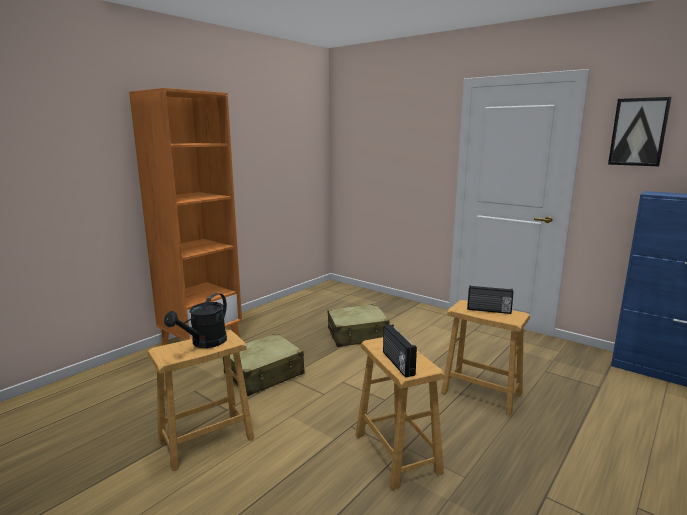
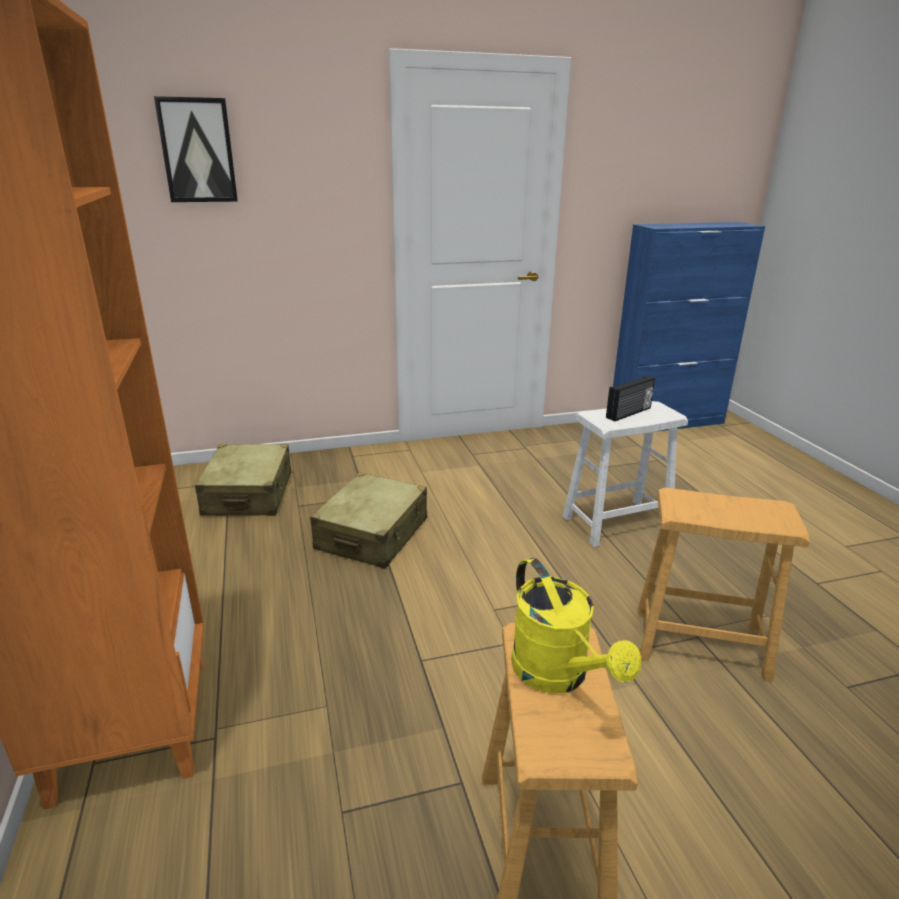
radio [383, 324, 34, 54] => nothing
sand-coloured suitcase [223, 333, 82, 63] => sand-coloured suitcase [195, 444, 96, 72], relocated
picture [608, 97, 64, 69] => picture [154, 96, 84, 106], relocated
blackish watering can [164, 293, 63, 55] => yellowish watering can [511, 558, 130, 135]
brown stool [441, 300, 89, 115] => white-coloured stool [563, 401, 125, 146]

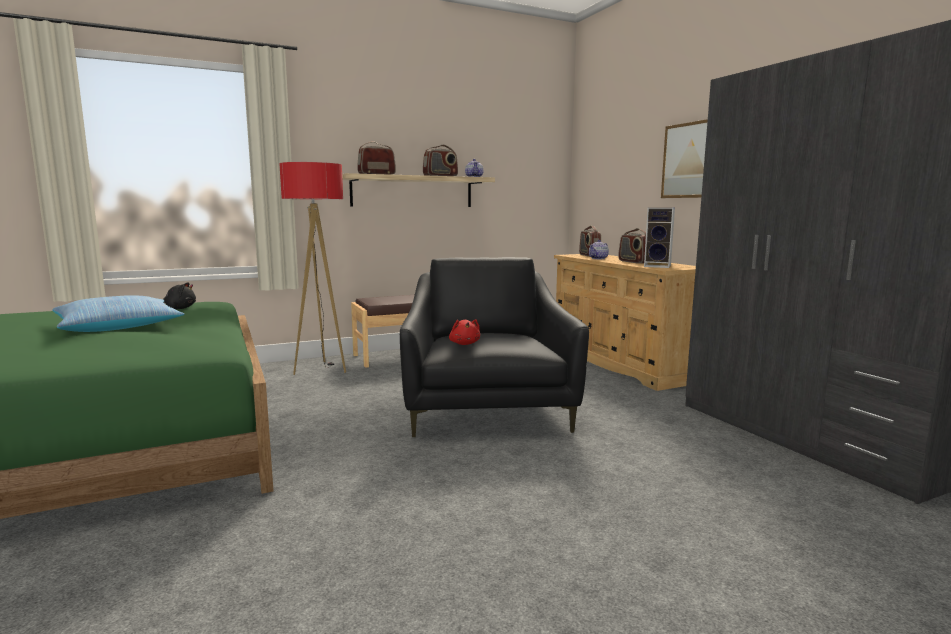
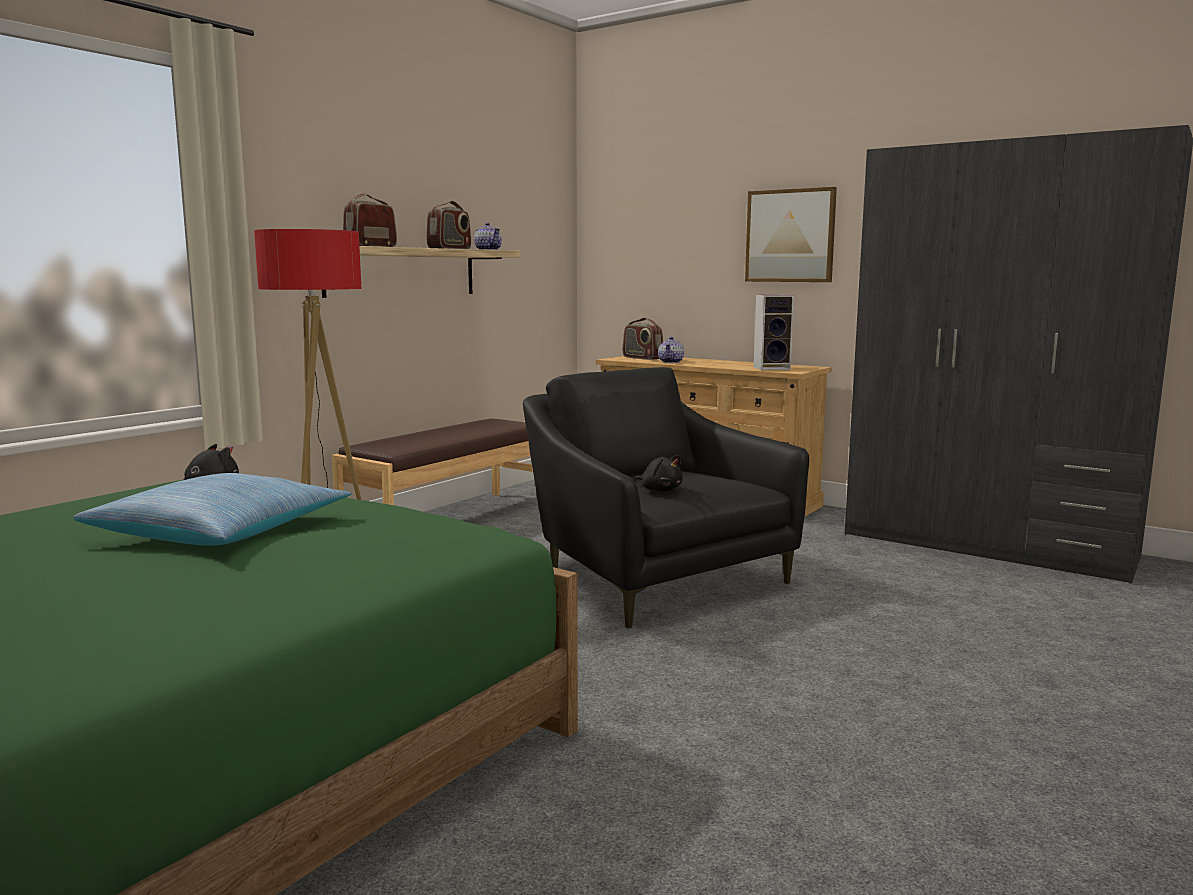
radio [618, 228, 28, 36] => nothing
red-coloured plush toy [449, 319, 31, 26] => blackish plush toy [634, 455, 49, 37]

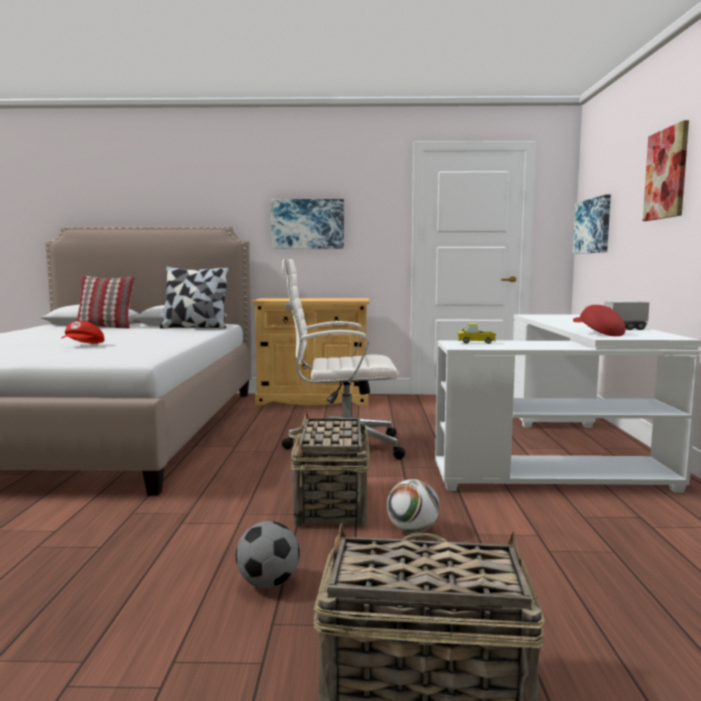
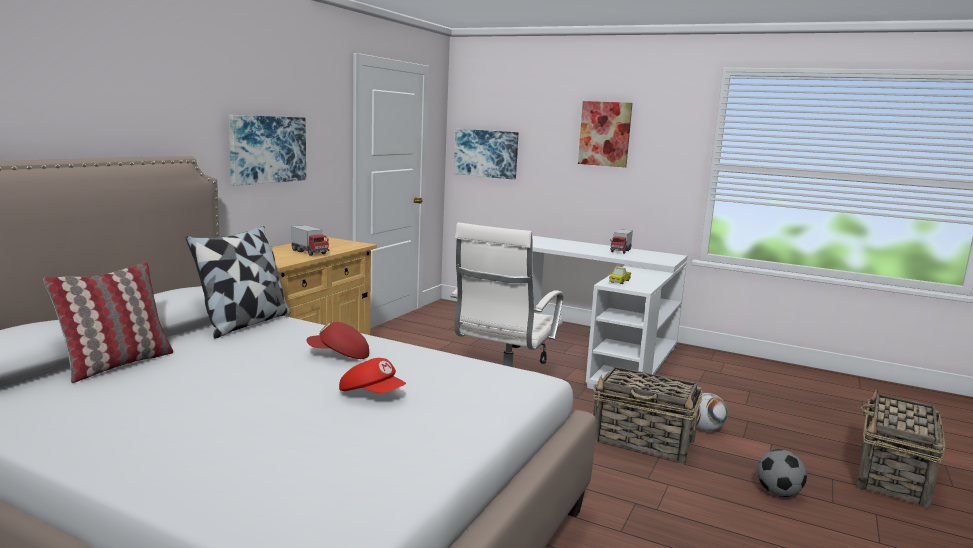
nothing => toy lorry [291, 225, 38, 31]
red-coloured baseball cap [573, 304, 52, 32] => red-coloured baseball cap [306, 322, 63, 37], relocated

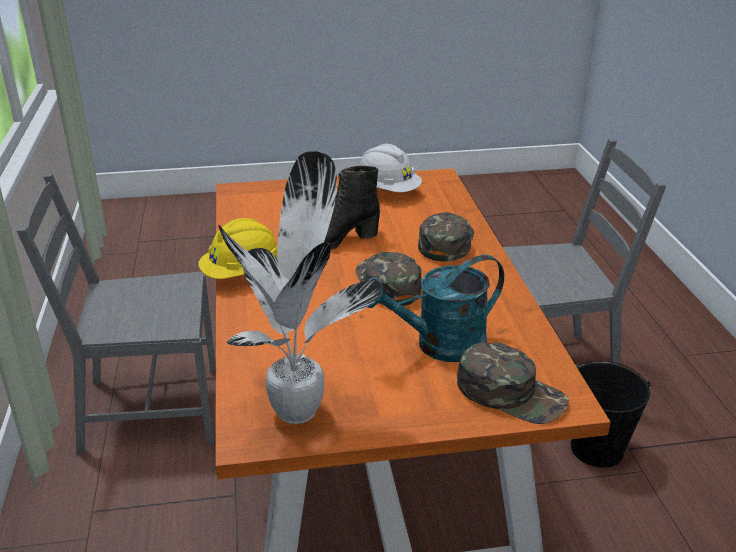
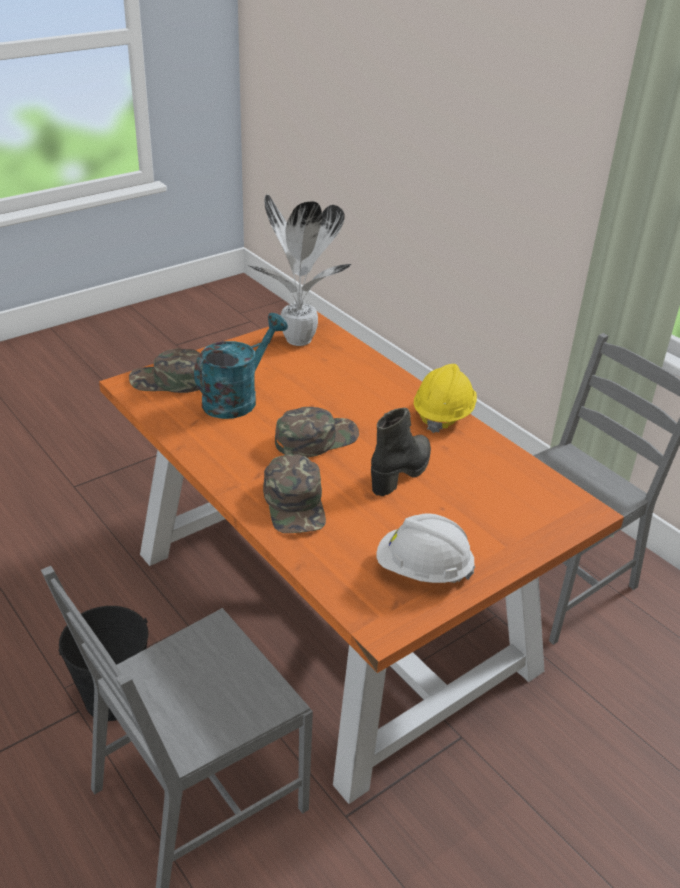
green-coloured baseball cap [355, 252, 67, 54] => green-coloured baseball cap [275, 407, 84, 51], 75 degrees counterclockwise

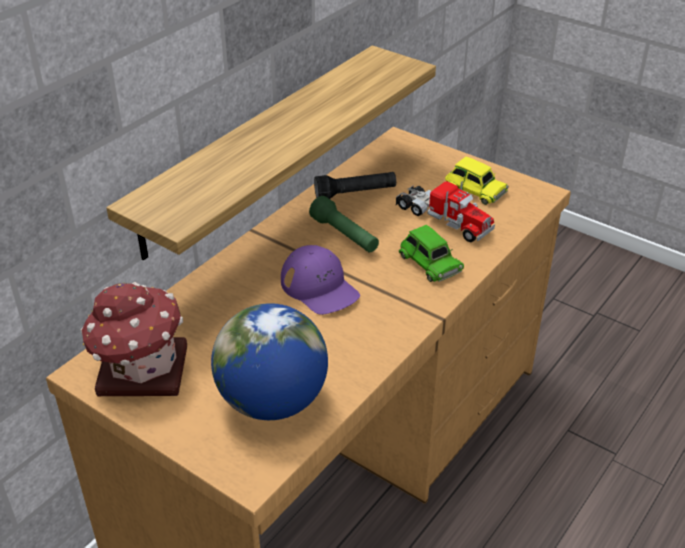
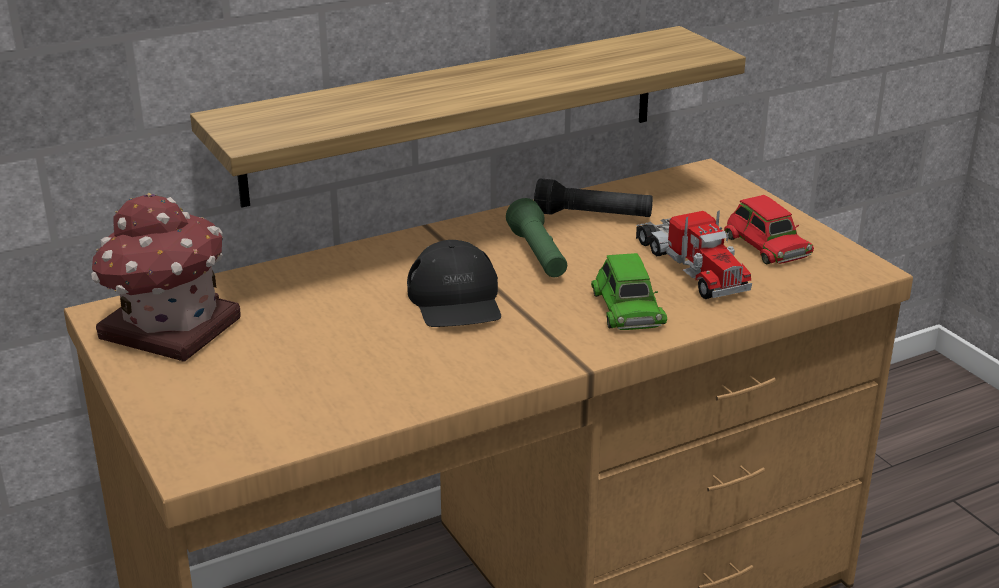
globe [211, 303, 117, 117] => nothing
purple-coloured baseball cap [281, 245, 79, 70] => blackish baseball cap [407, 240, 94, 87]
yellowish toy car [445, 157, 64, 48] => red-coloured toy car [724, 195, 90, 69]

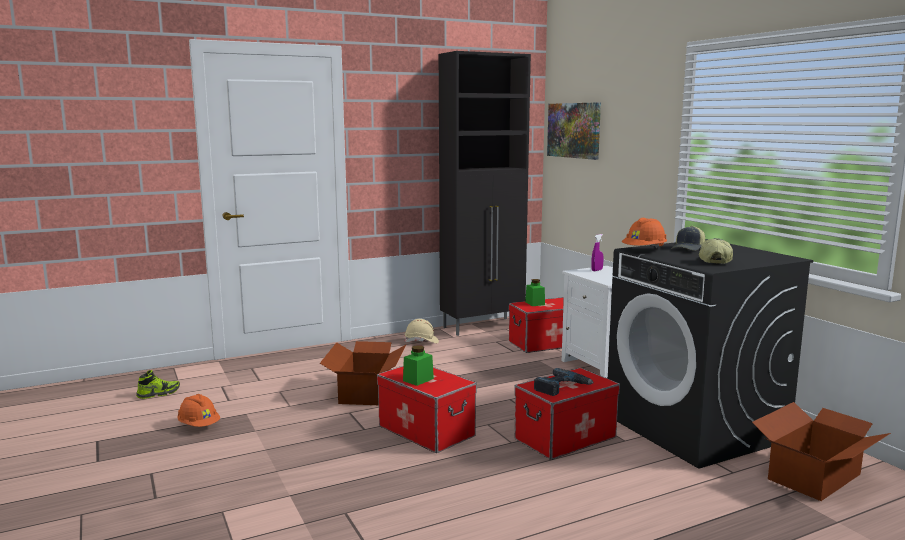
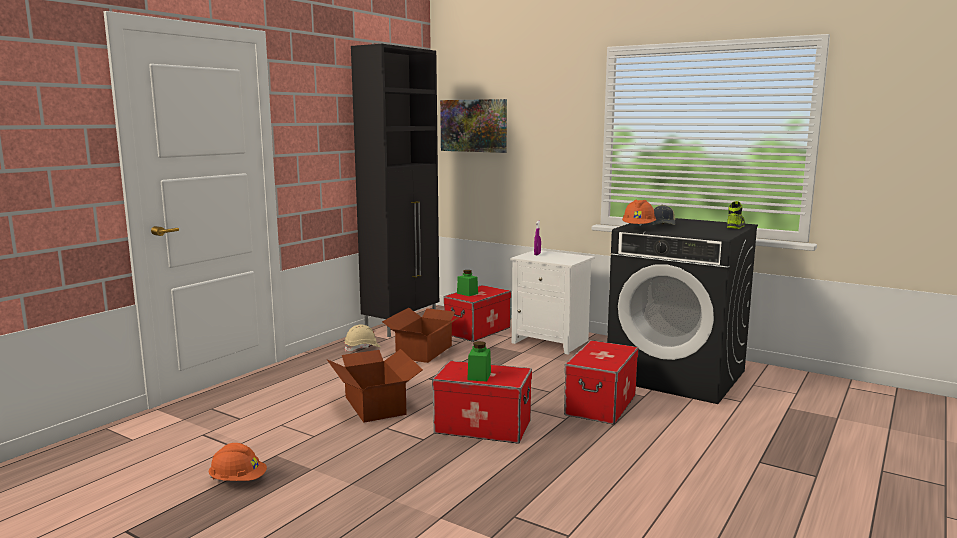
drill [534, 368, 60, 28] => nothing
baseball cap [699, 238, 34, 26] => nothing
low shoe [136, 370, 44, 29] => low shoe [727, 201, 18, 28], relocated
packing box [752, 402, 139, 99] => packing box [382, 308, 81, 55], relocated

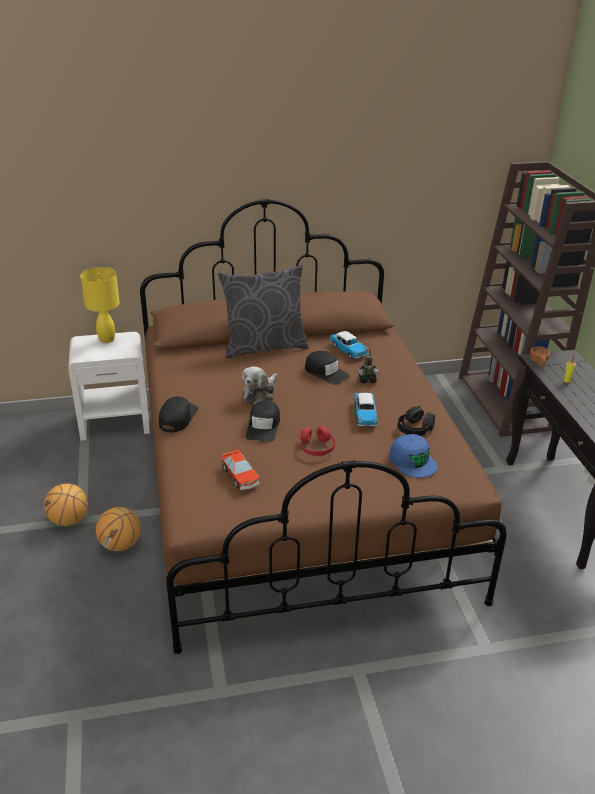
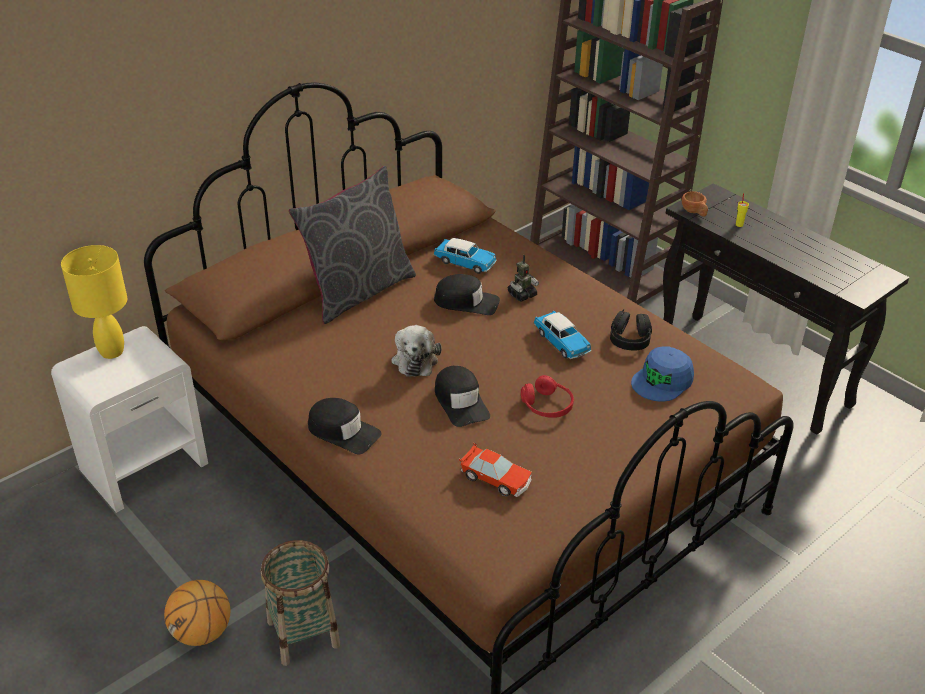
basketball ball [96, 507, 45, 44] => storage basket [261, 540, 79, 126]
blackish baseball cap [159, 396, 40, 36] => blackish baseball cap [308, 398, 74, 56], 135 degrees clockwise
blue-coloured baseball cap [389, 434, 49, 44] => blue-coloured baseball cap [631, 346, 63, 56], 105 degrees clockwise

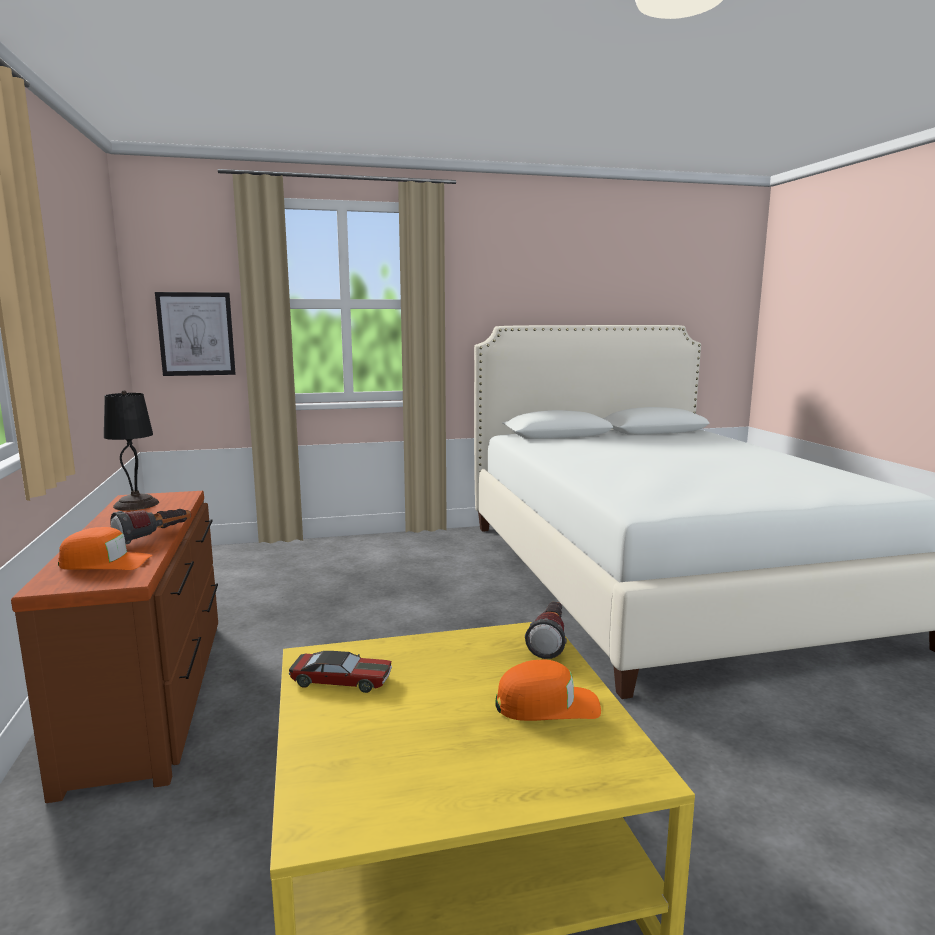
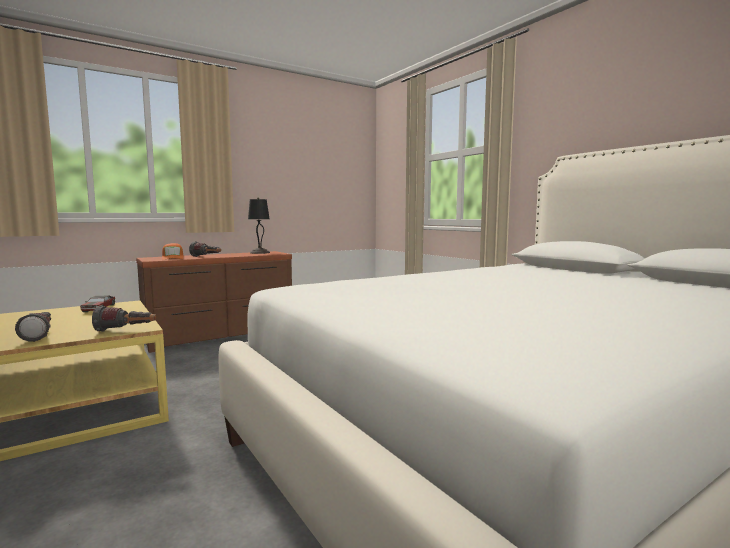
picture [155, 292, 81, 84] => nothing
orange baseball cap [495, 660, 106, 61] => flashlight [15, 312, 36, 30]

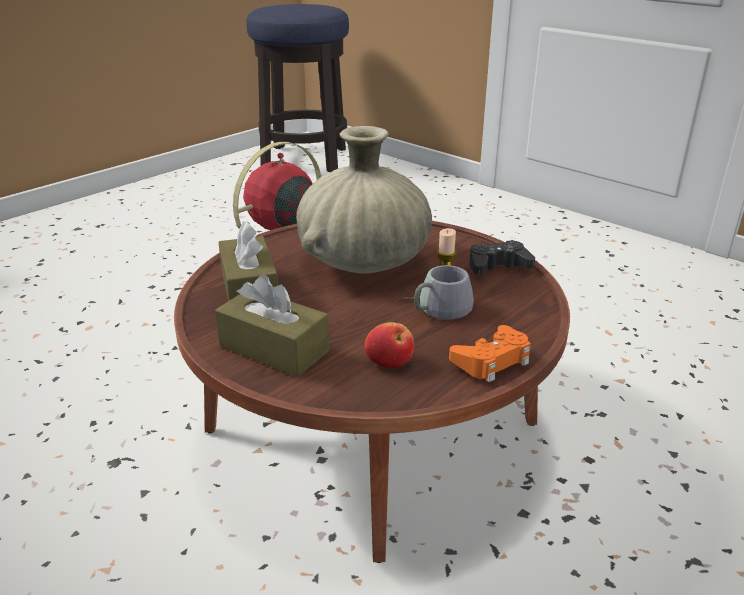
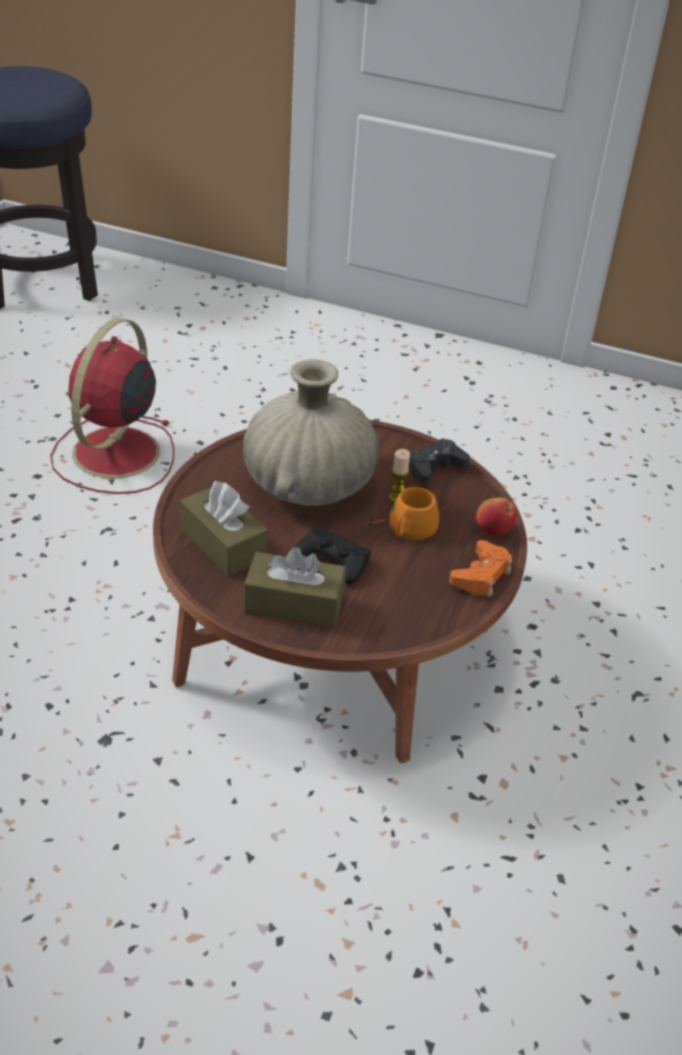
nothing => blackish game controller [295, 527, 76, 57]
apple fruit [365, 322, 49, 46] => apple fruit [476, 498, 40, 37], relocated
gray mug [405, 265, 69, 55] => orange mug [372, 487, 67, 53]

